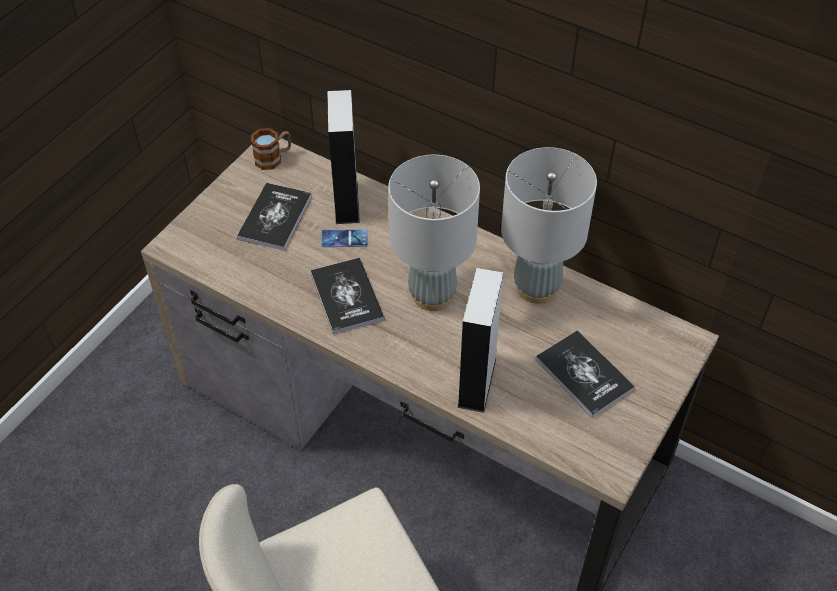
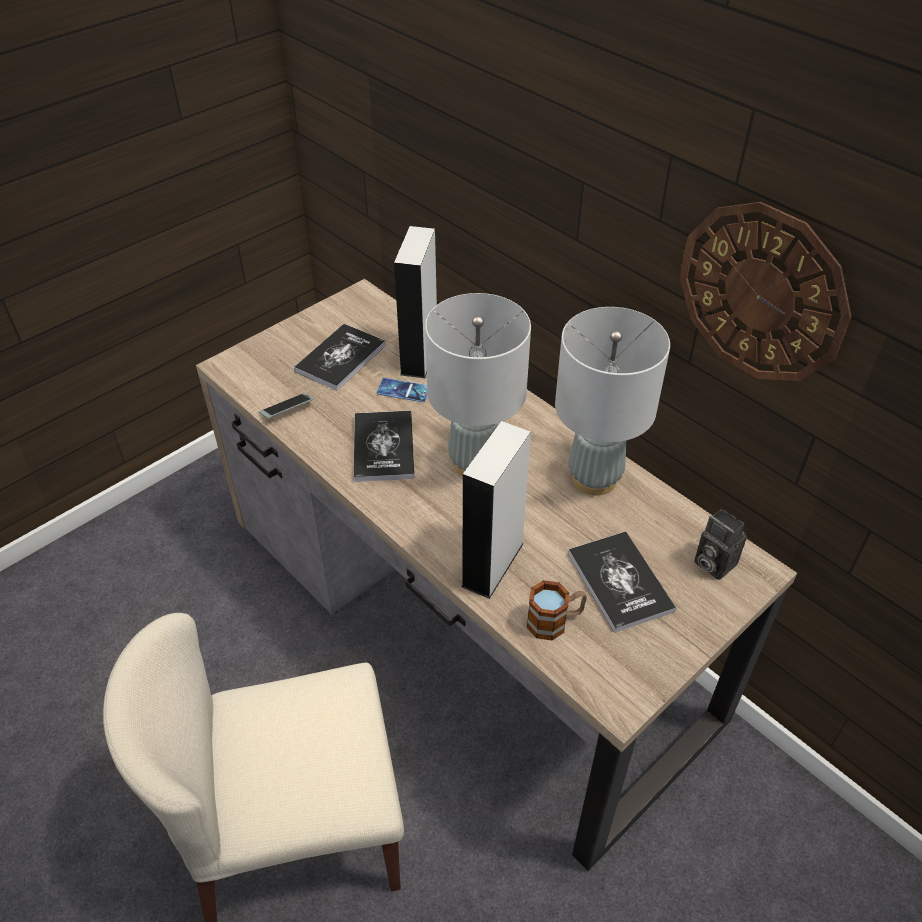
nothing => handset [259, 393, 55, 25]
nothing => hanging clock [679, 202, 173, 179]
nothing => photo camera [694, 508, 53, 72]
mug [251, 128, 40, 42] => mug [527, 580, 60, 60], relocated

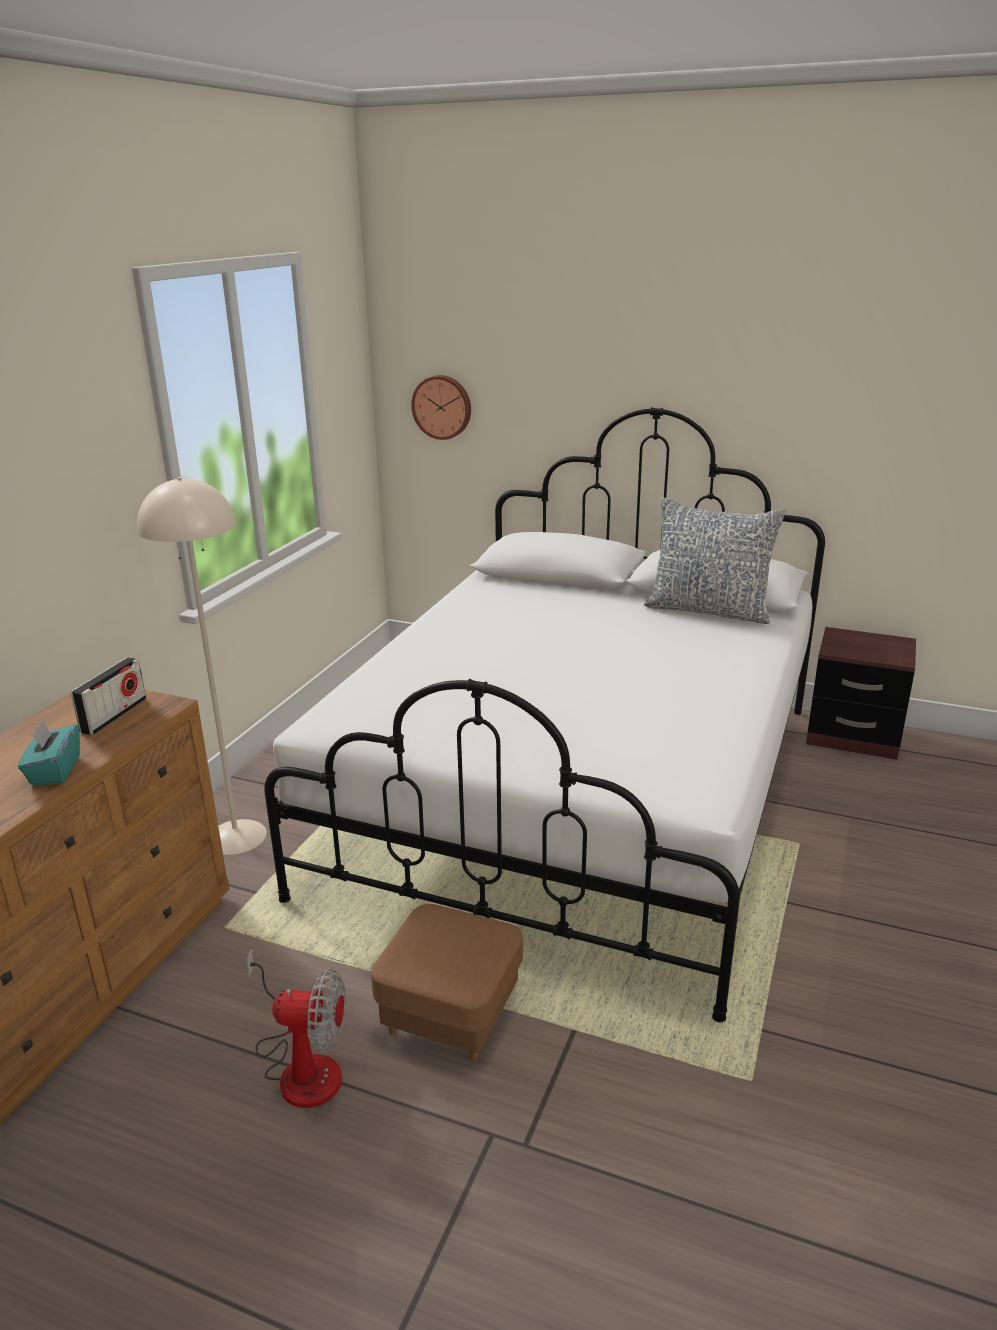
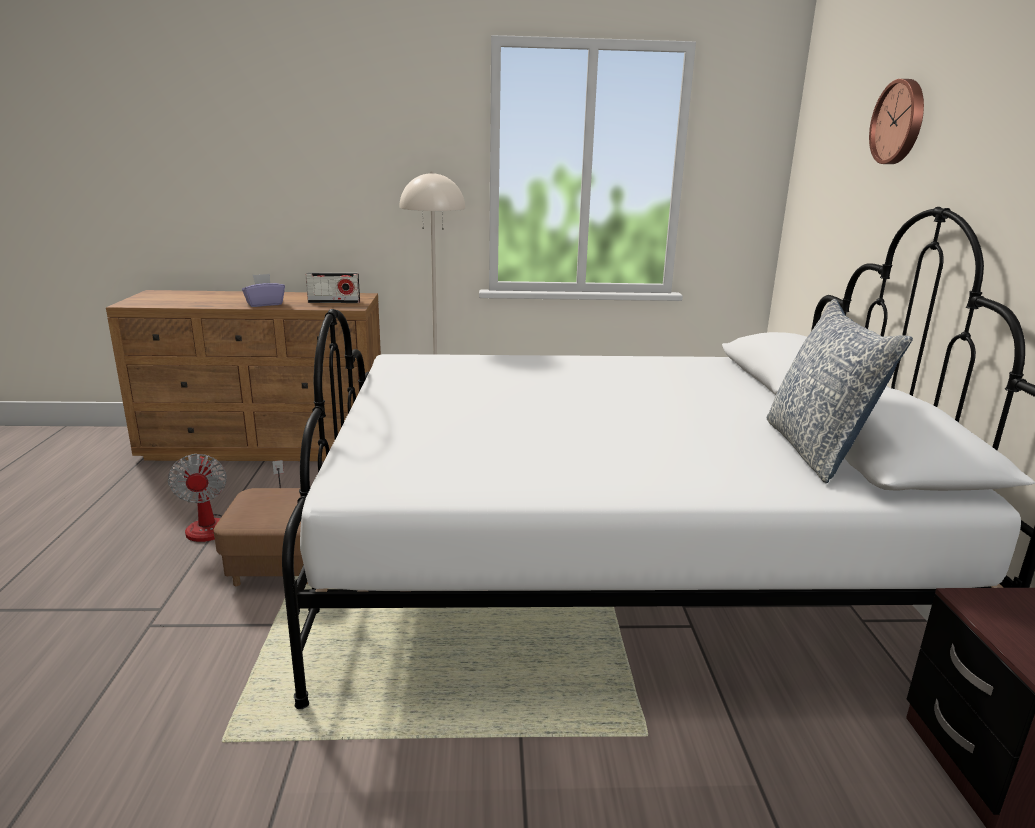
hanging clock [411, 375, 60, 65] => hanging clock [869, 79, 55, 85], relocated
blue-green tissue box [18, 720, 62, 65] => purple-coloured tissue box [242, 274, 43, 33]

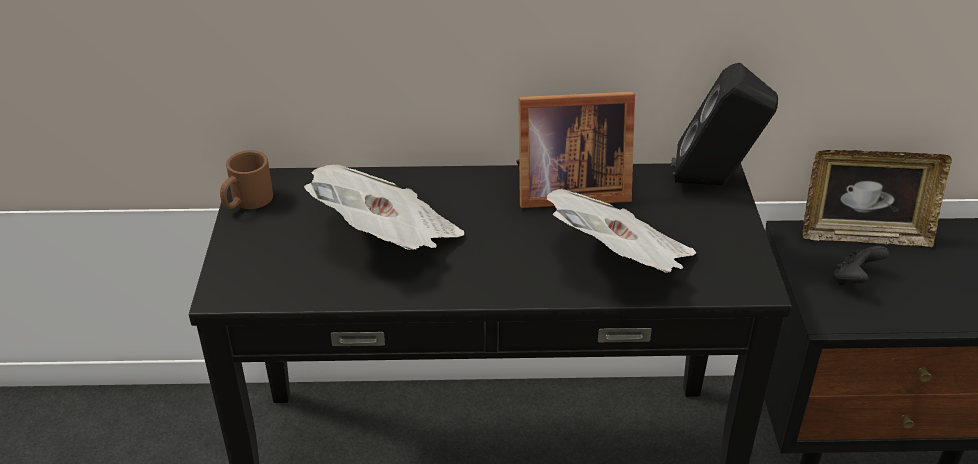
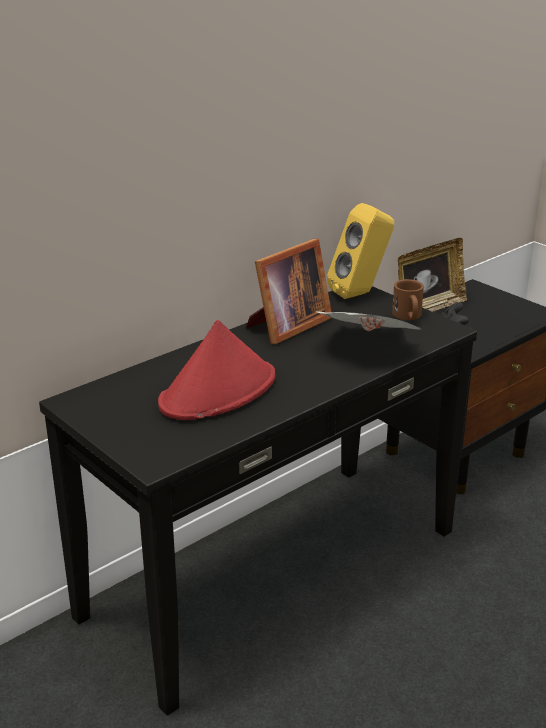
brown mug [220, 150, 53, 59] => brown mug [392, 279, 32, 41], relocated
printed paper [304, 164, 160, 86] => red-coloured hat [158, 320, 118, 100]
blackish speaker [671, 63, 107, 122] => yellowish speaker [327, 203, 67, 96]

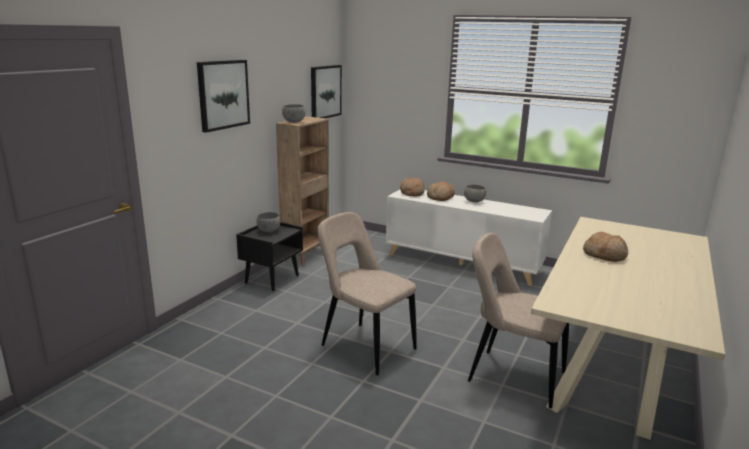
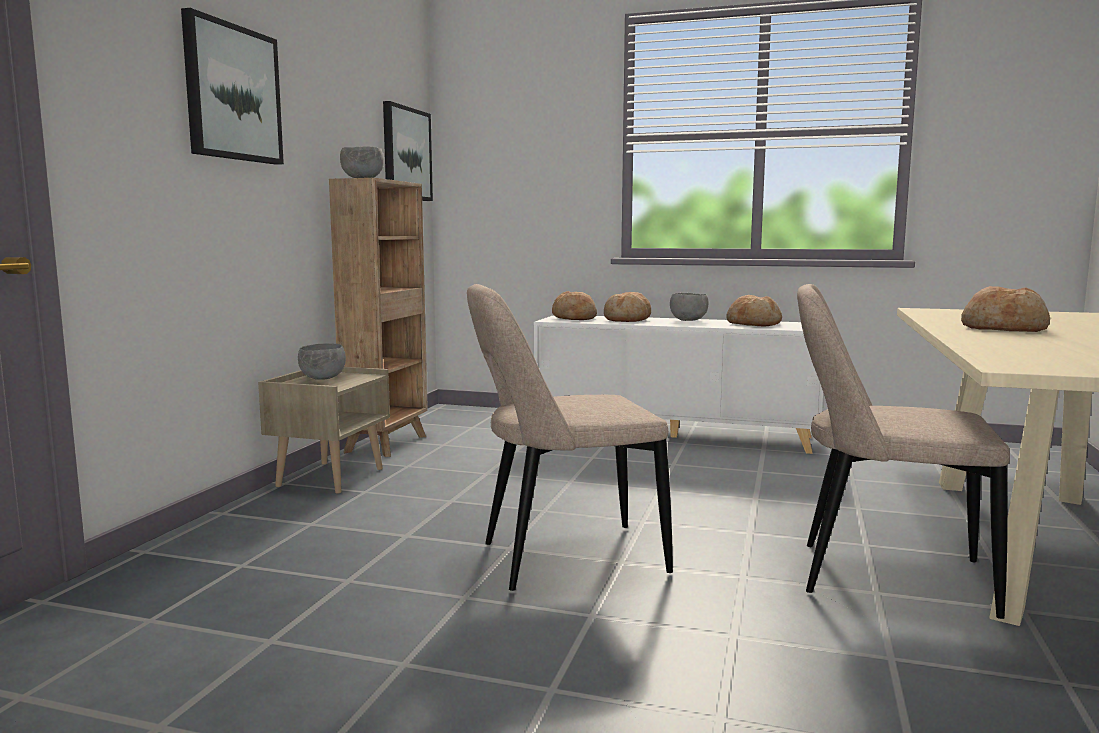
nothing => bread [726, 295, 56, 31]
blackish nightstand [236, 222, 67, 69] => sand-coloured nightstand [258, 367, 132, 127]
sand-coloured chair [318, 212, 99, 163] => sand-coloured chair [467, 284, 206, 307], 45 degrees counterclockwise

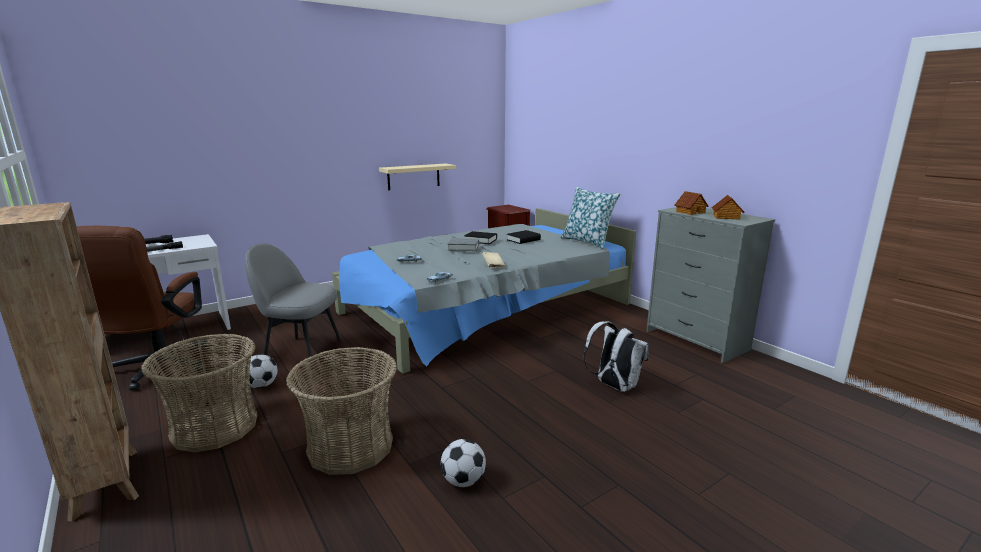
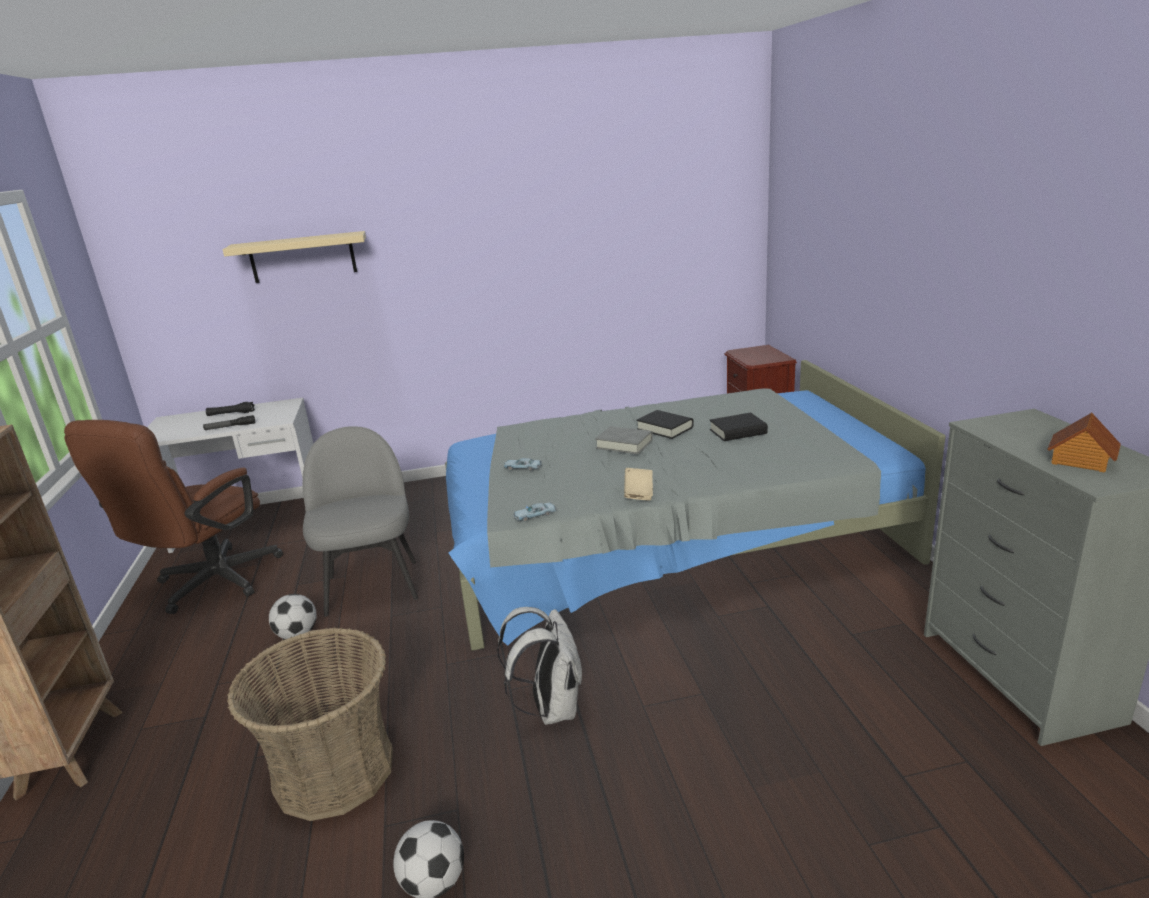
storage basket [141, 334, 116, 118] => nothing
throw pillow [560, 187, 61, 62] => nothing
miniature house [674, 191, 34, 24] => nothing
sand-coloured bracket shelf [379, 163, 77, 27] => sand-coloured bracket shelf [222, 231, 144, 52], relocated
white-coloured rucksack [584, 321, 65, 71] => white-coloured rucksack [497, 607, 85, 118], relocated
gray chair [245, 243, 97, 127] => gray chair [302, 426, 116, 191], 45 degrees clockwise

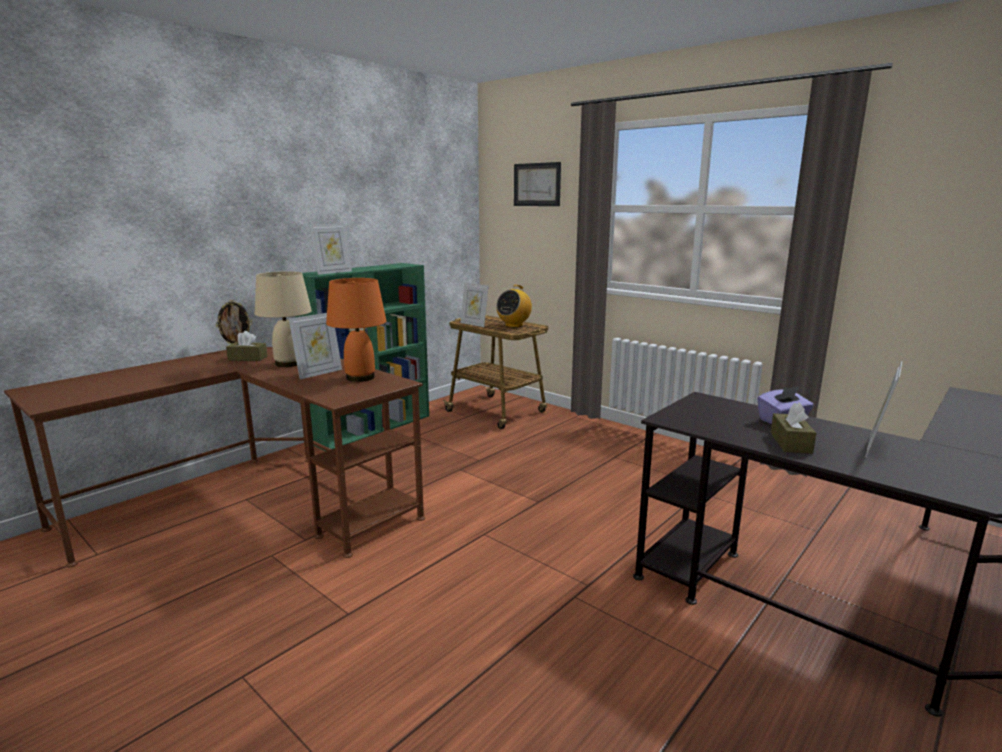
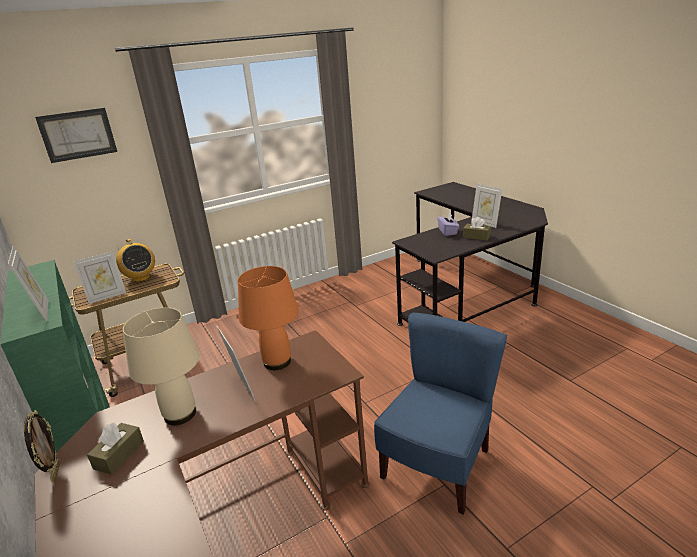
nothing => blue-coloured chair [374, 313, 133, 202]

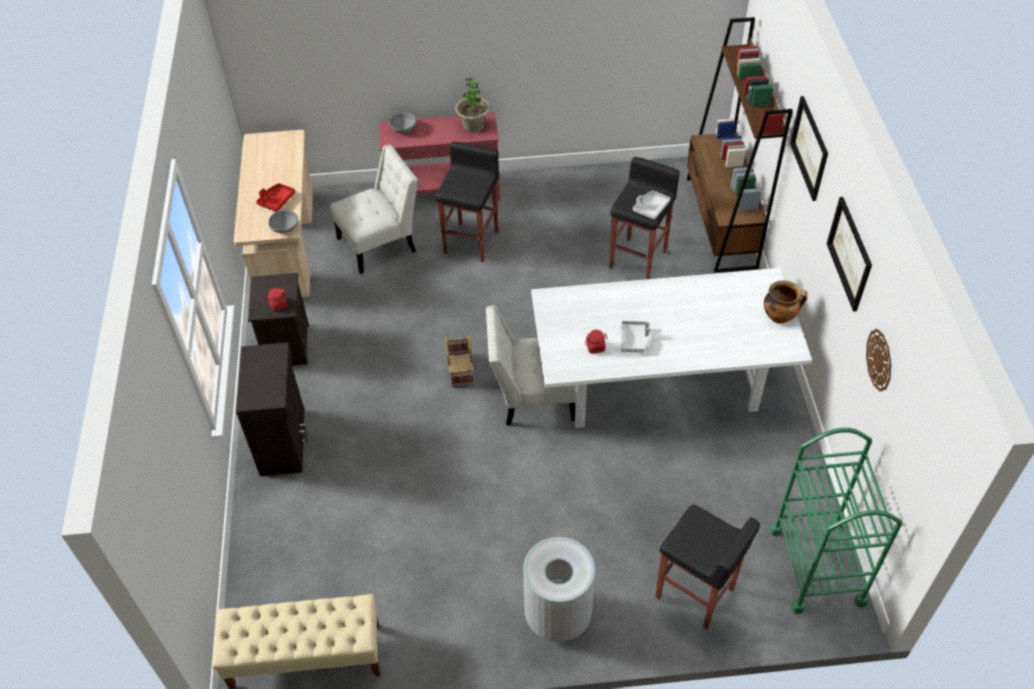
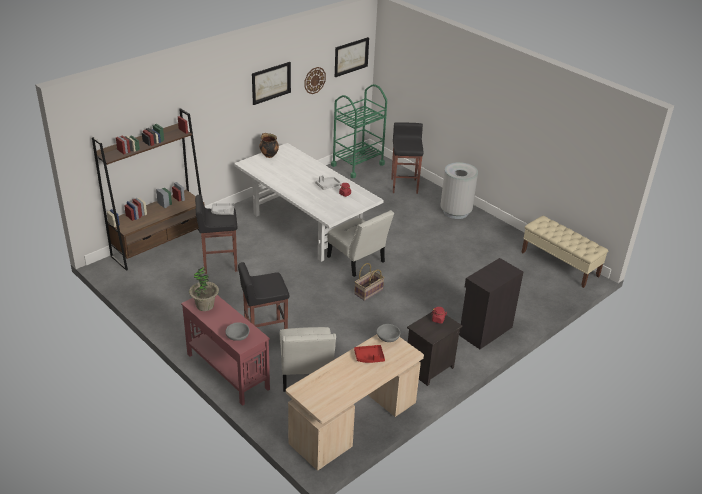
picture [790, 96, 38, 105] => picture [335, 37, 34, 40], relocated
white-coloured chair [330, 144, 88, 130] => white-coloured chair [280, 327, 56, 65], 120 degrees counterclockwise

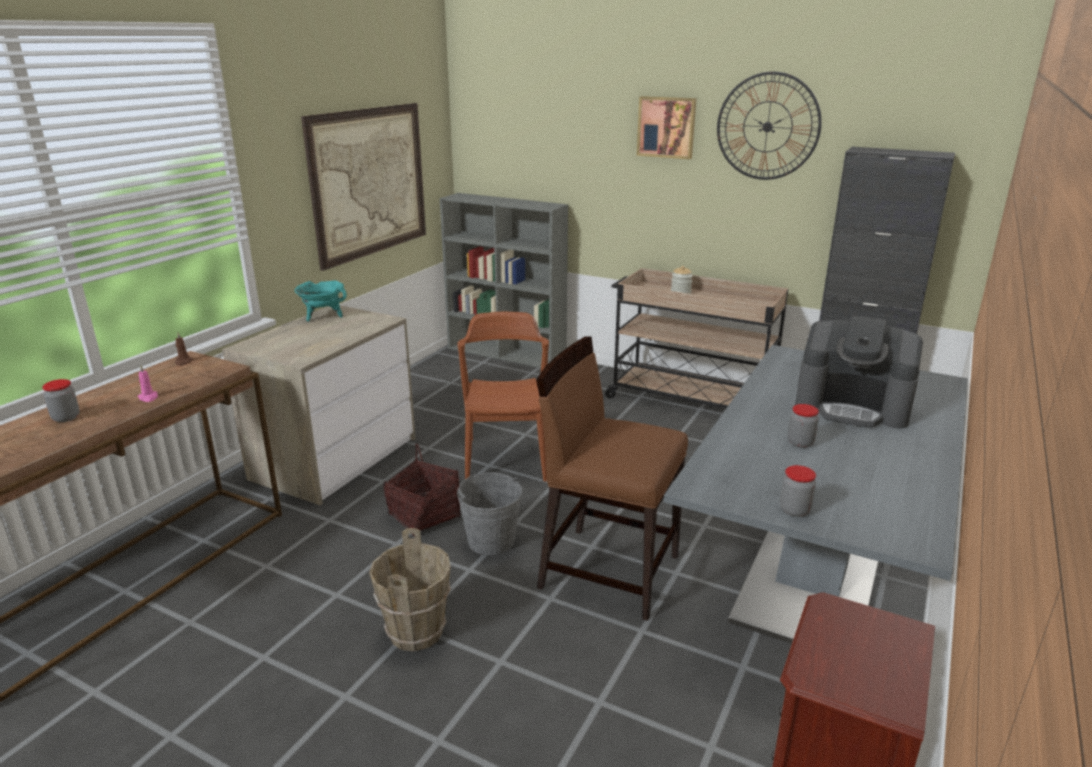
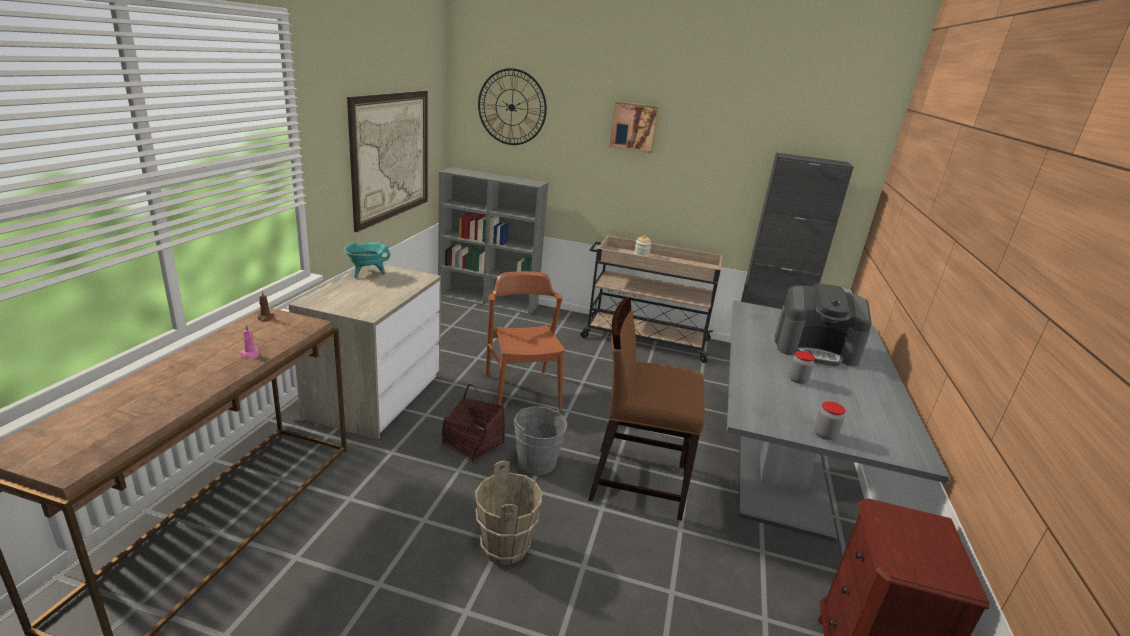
storage jar [42, 379, 38, 43] => nothing
hanging clock [717, 72, 105, 108] => hanging clock [478, 68, 69, 77], relocated

